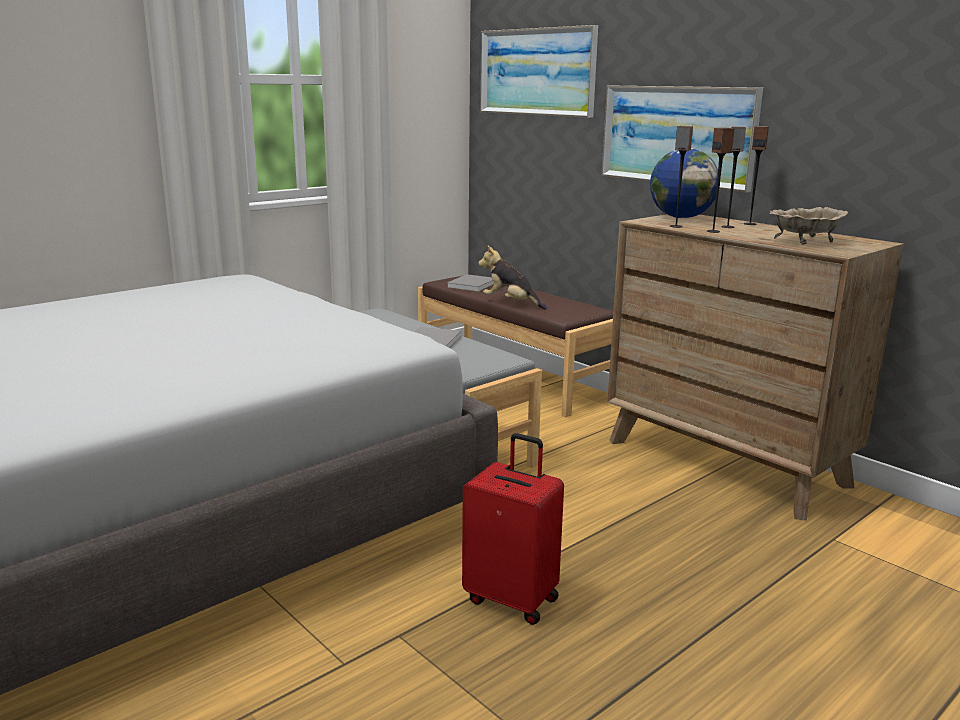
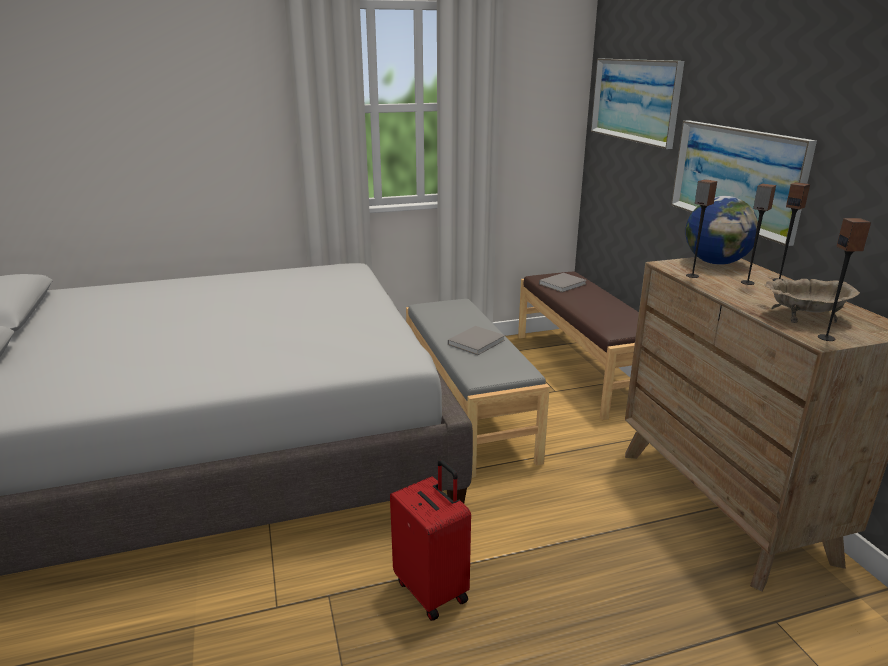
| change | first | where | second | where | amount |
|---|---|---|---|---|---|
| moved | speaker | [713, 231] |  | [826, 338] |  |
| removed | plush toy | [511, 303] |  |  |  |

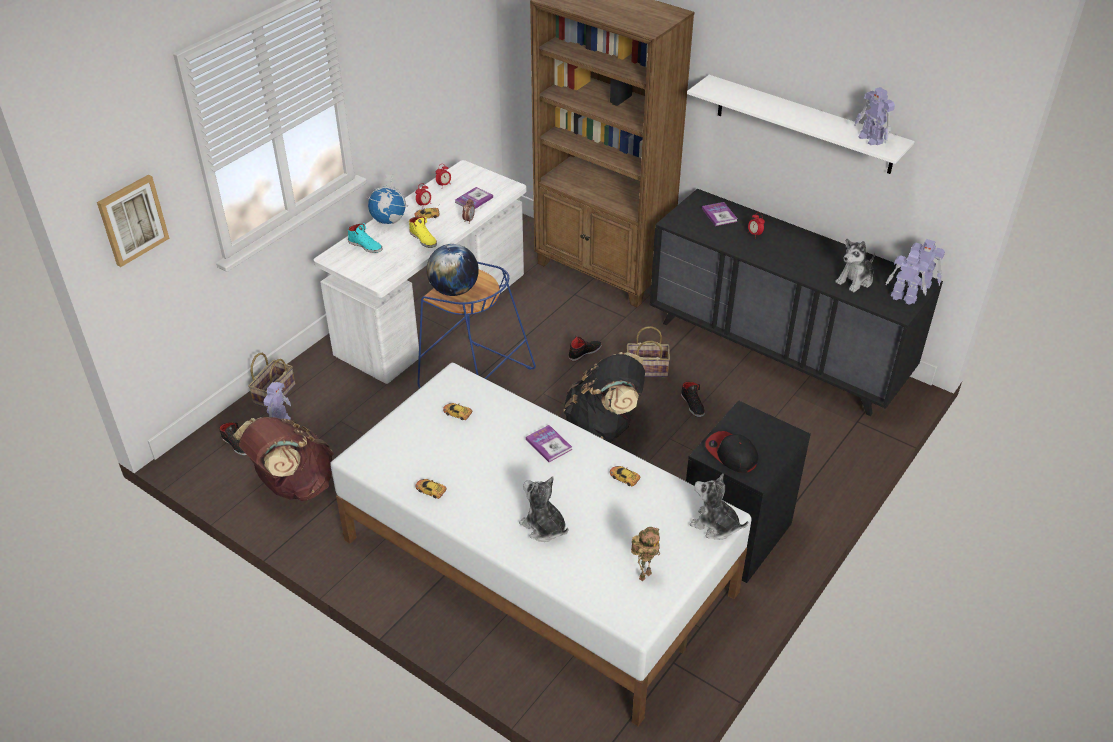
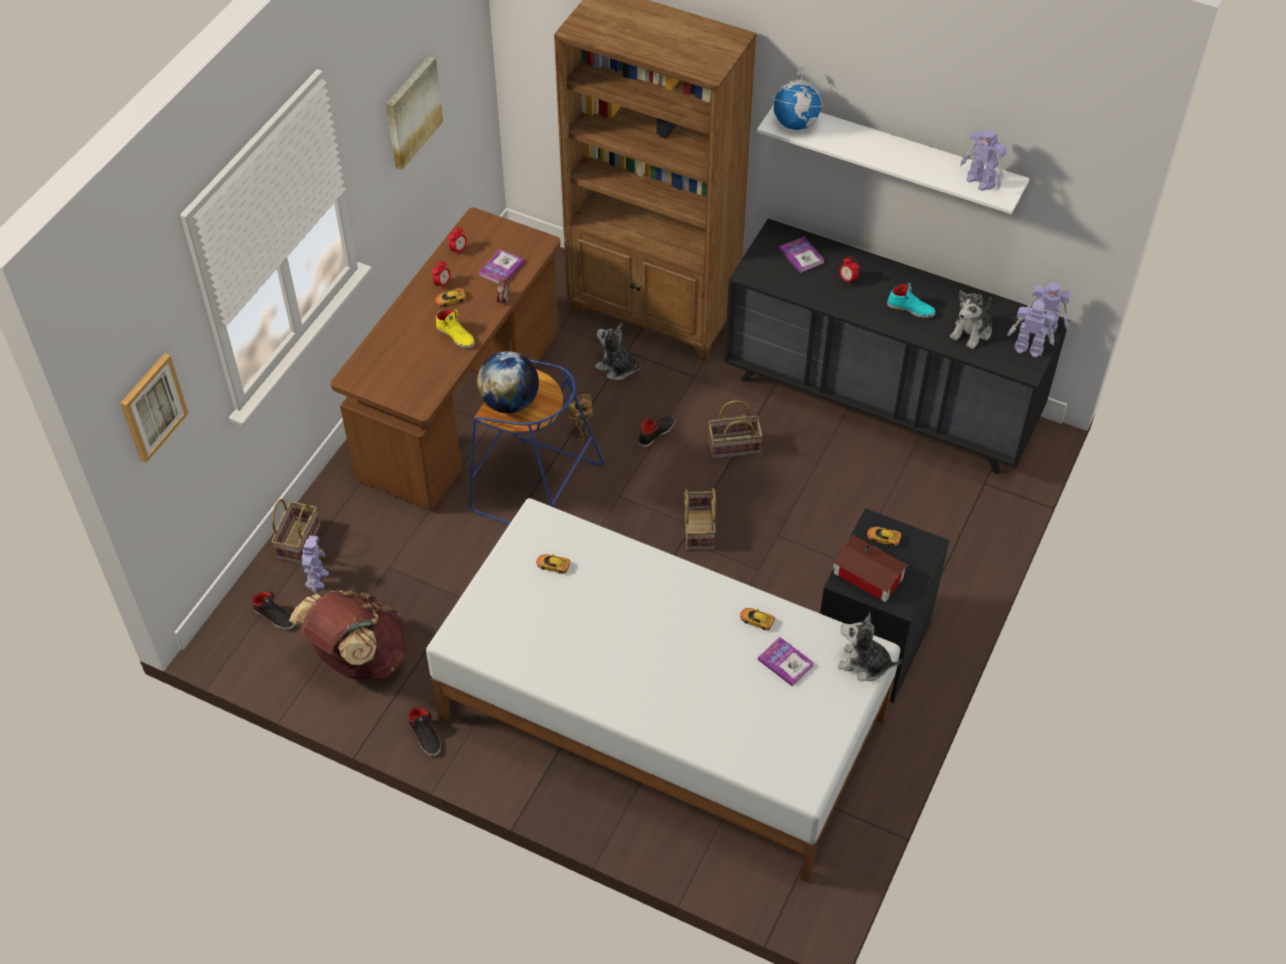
| change | first | where | second | where | amount |
|---|---|---|---|---|---|
| recoloured | white desk | [432, 316] | brown desk | [460, 405] |  |
| moved | globe | [389, 220] |  | [796, 123] |  |
| moved | turquoise shoe | [365, 245] |  | [911, 308] |  |
| replaced | black backpack | [604, 427] | basket | [700, 531] |  |
| moved | black shoe | [693, 405] |  | [425, 736] |  |
| moved | book | [549, 444] |  | [785, 662] |  |
| replaced | cap | [731, 454] | toy house | [869, 578] |  |
| moved | plush toy | [543, 527] |  | [617, 368] |  |
| moved | toy car | [431, 490] |  | [883, 538] |  |
| moved | toy robot | [644, 574] |  | [583, 435] |  |
| added |  |  | picture | [412, 111] |  |

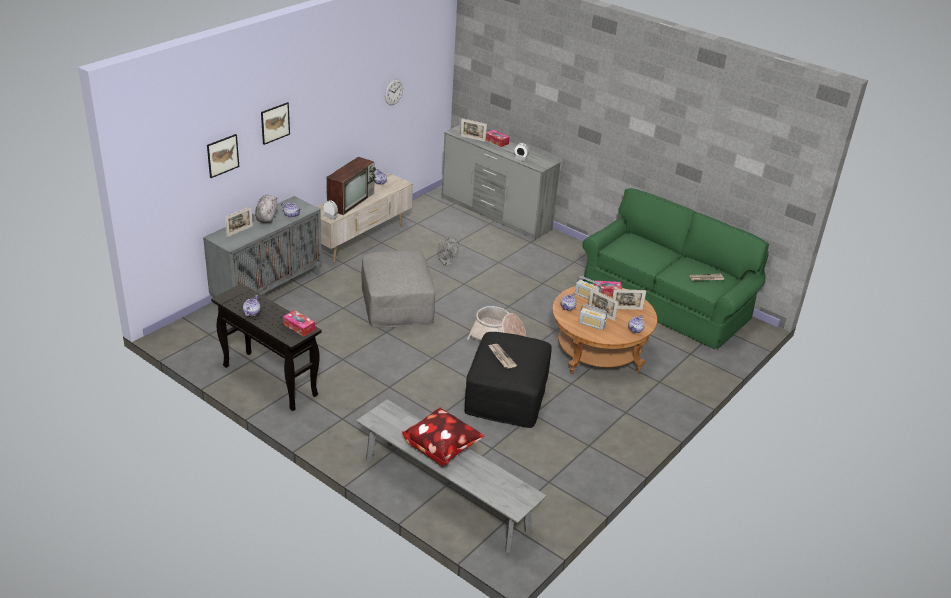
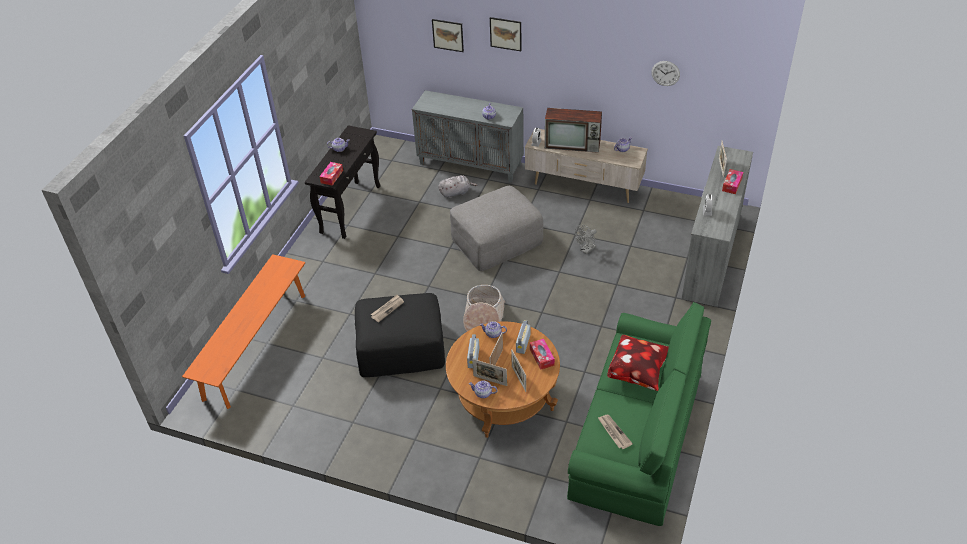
| change | first | where | second | where | amount |
|---|---|---|---|---|---|
| moved | grey plush toy | [267, 217] |  | [456, 193] |  |
| moved | picture frame | [240, 231] |  | [490, 381] |  |
| recoloured | grey bench | [445, 494] | orange bench | [255, 345] |  |
| moved | pillow | [441, 448] |  | [638, 373] |  |

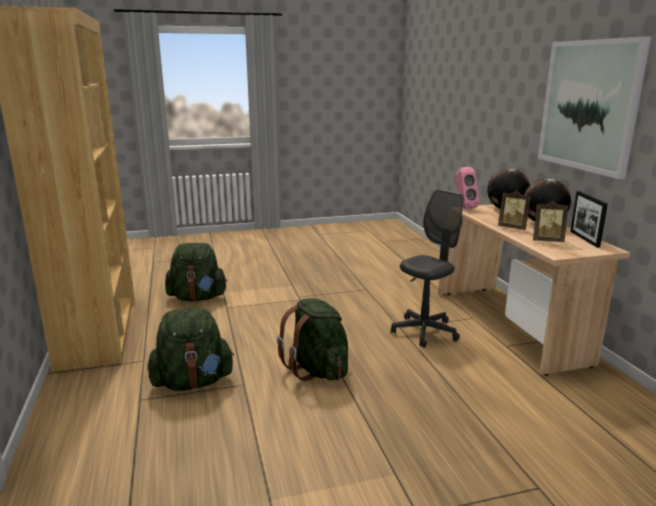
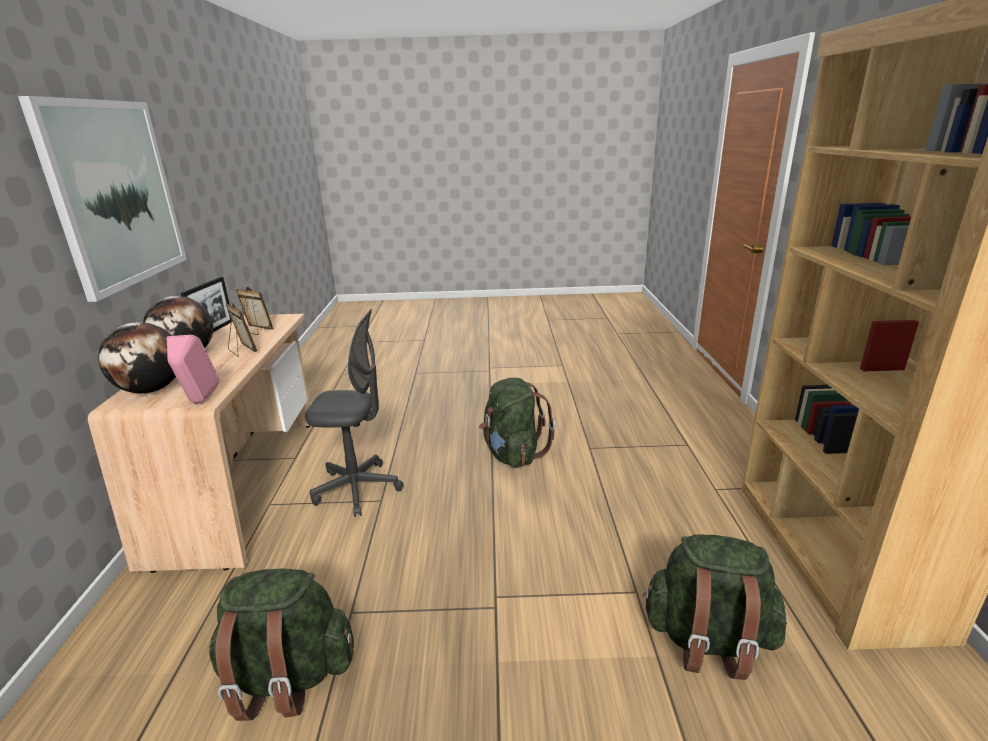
| change | first | where | second | where | amount |
|---|---|---|---|---|---|
| turned | grey office chair | [424, 331] |  | [357, 489] | 150 degrees counterclockwise |
| moved | green backpack | [193, 382] |  | [288, 676] |  |

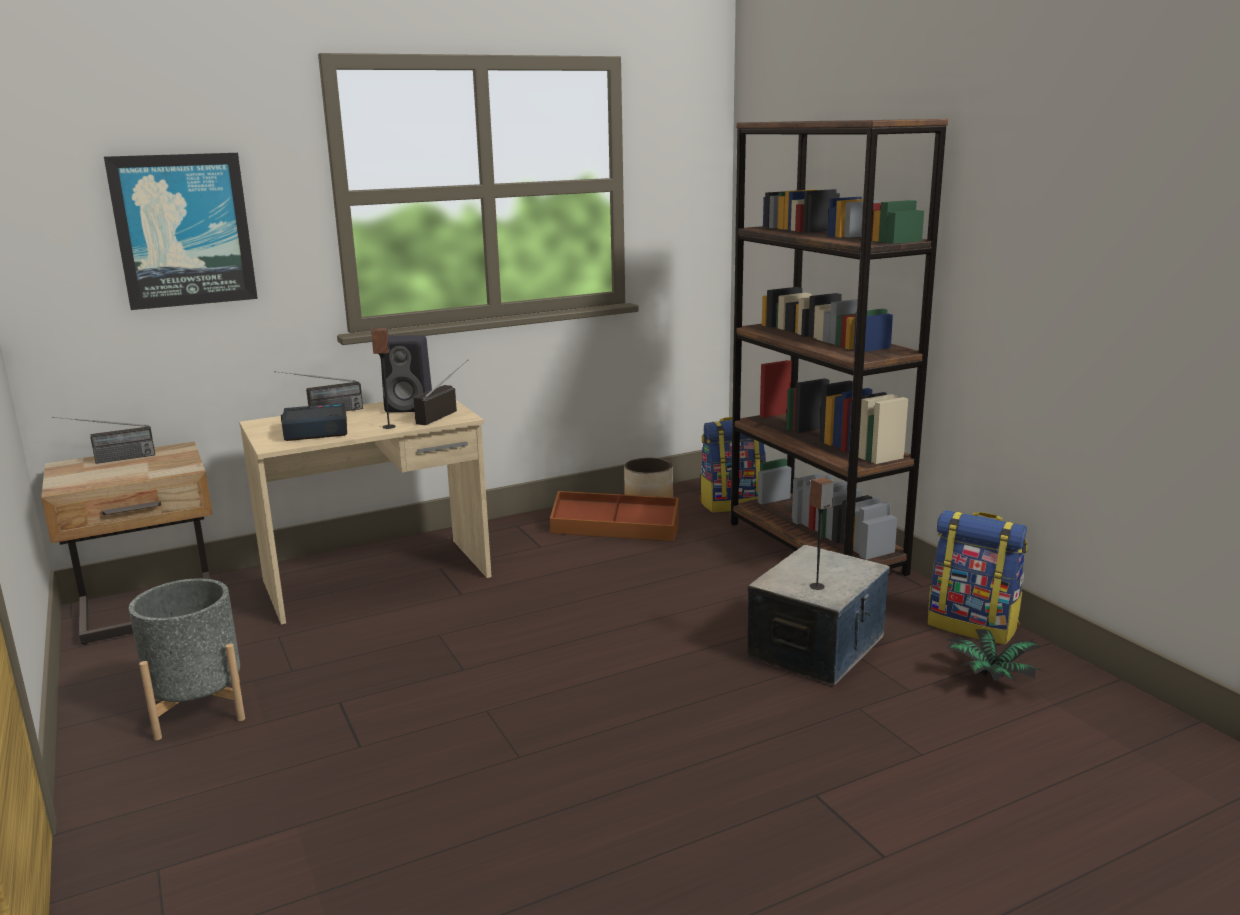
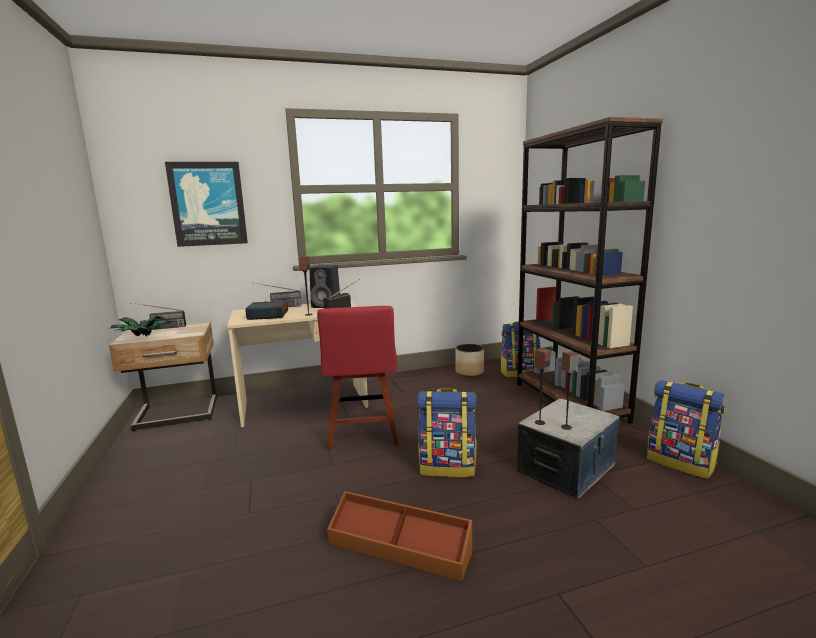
| change | first | where | second | where | amount |
|---|---|---|---|---|---|
| moved | brown storage box | [615, 530] |  | [399, 547] |  |
| removed | grey planter | [198, 709] |  |  |  |
| moved | potted plant | [990, 678] |  | [142, 337] |  |
| added |  |  | red chair | [363, 434] |  |
| added |  |  | speaker | [539, 422] |  |
| added |  |  | backpack | [448, 467] |  |

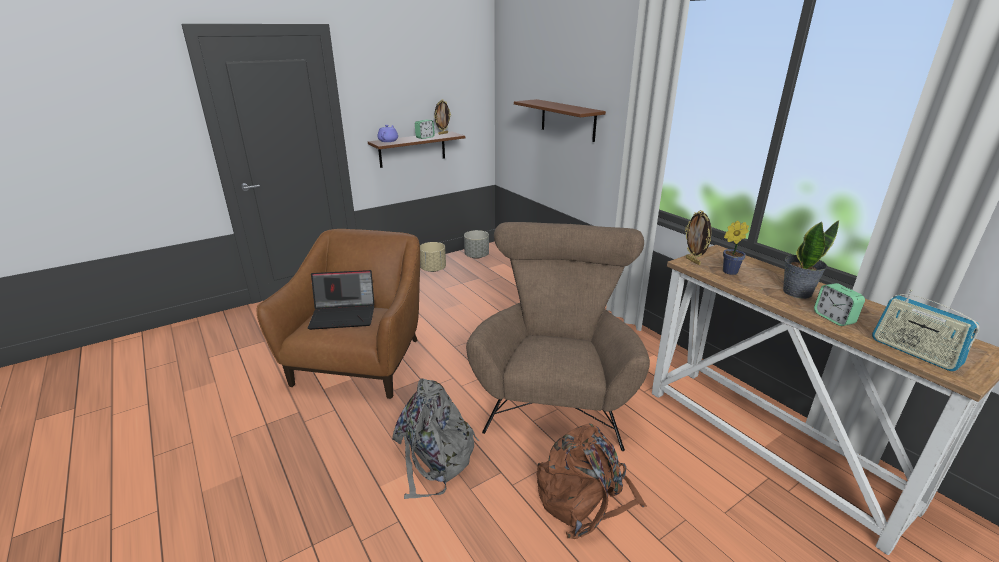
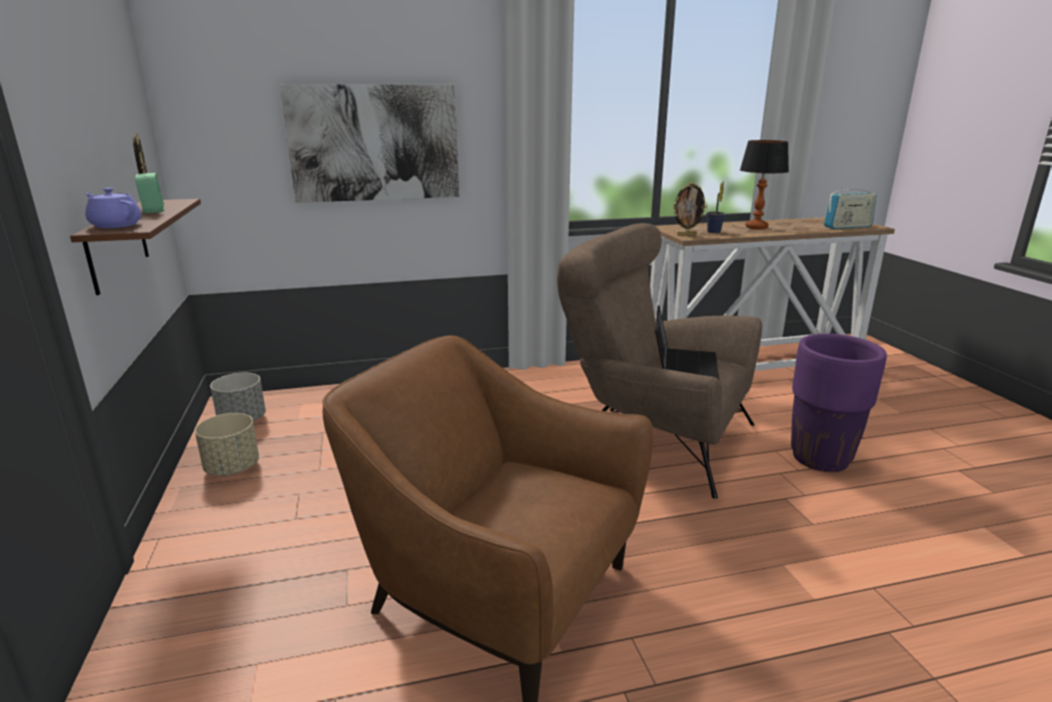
| change | first | where | second | where | amount |
|---|---|---|---|---|---|
| replaced | brown shelf | [568, 120] | picture | [374, 143] |  |
| replaced | potted plant | [796, 292] | table lamp | [756, 227] |  |
| moved | laptop | [344, 315] |  | [683, 366] |  |
| removed | alarm clock | [833, 318] |  |  |  |
| removed | grey backpack | [434, 458] |  |  |  |
| replaced | brown backpack | [585, 498] | purple planter | [820, 458] |  |

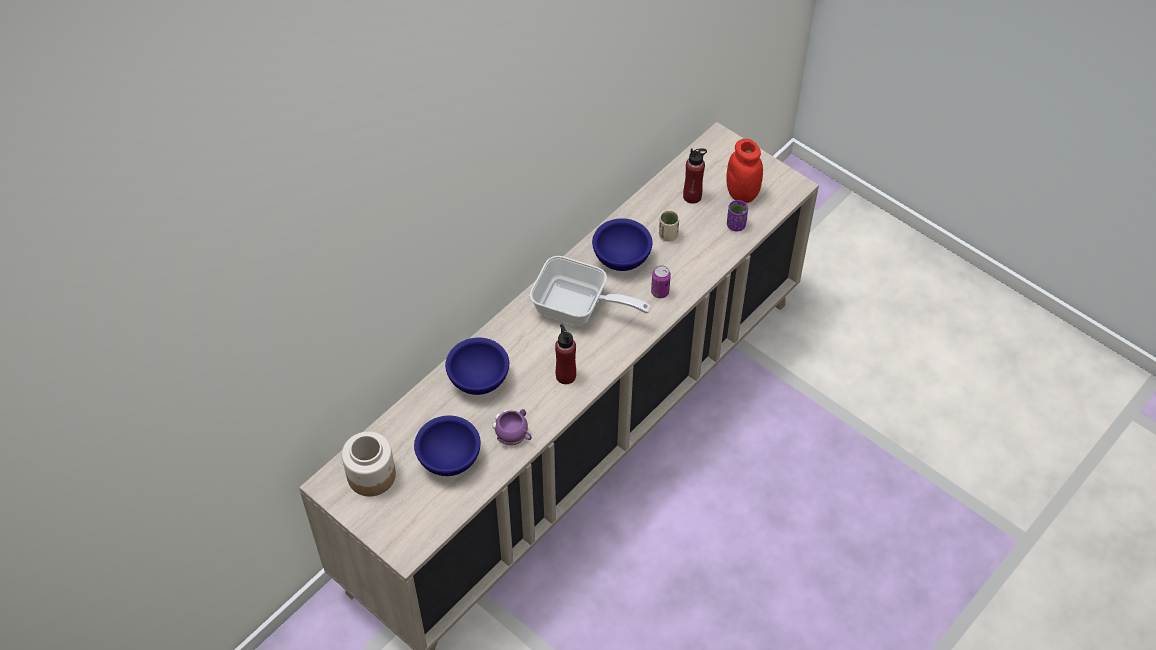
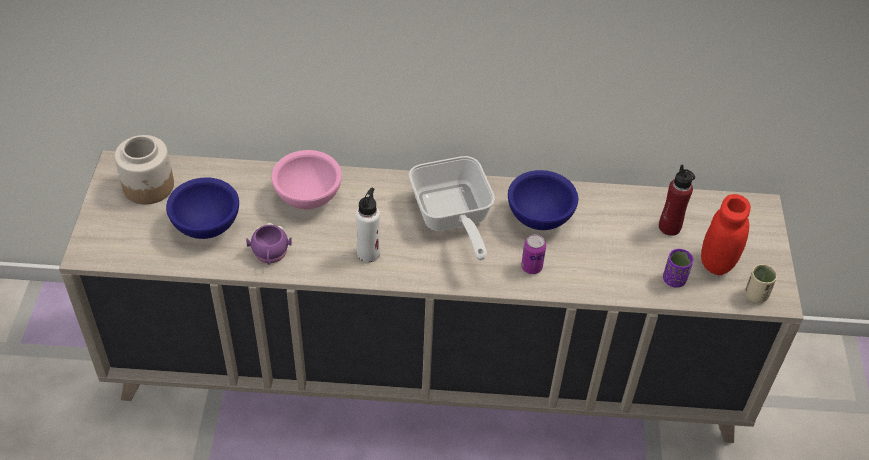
| change | first | where | second | where | amount |
|---|---|---|---|---|---|
| moved | beige cup | [668, 235] |  | [756, 295] |  |
| recoloured | red bottle | [565, 375] | white bottle | [368, 253] |  |
| recoloured | blue bowl | [478, 381] | pink bowl | [307, 197] |  |

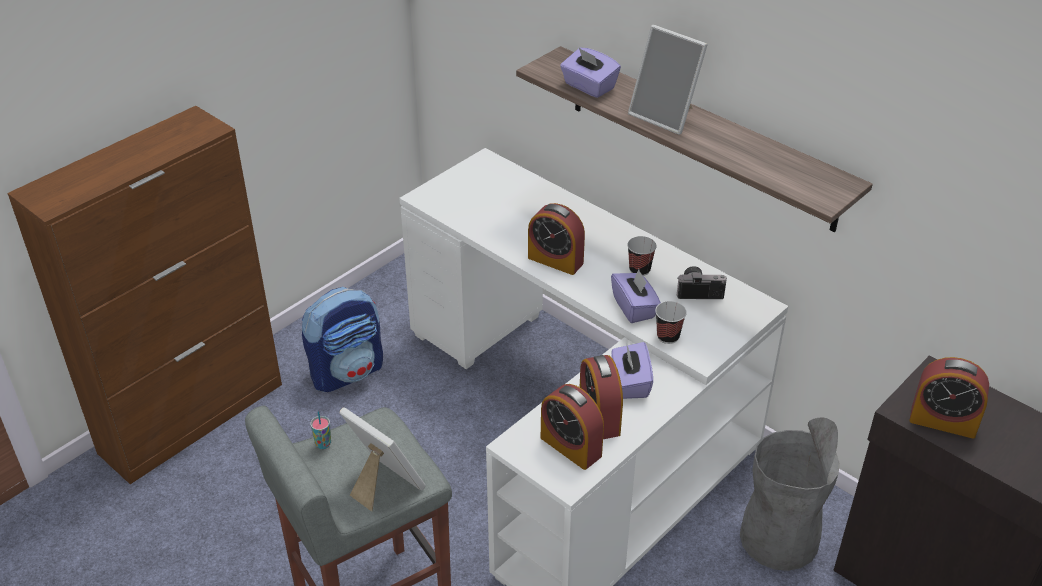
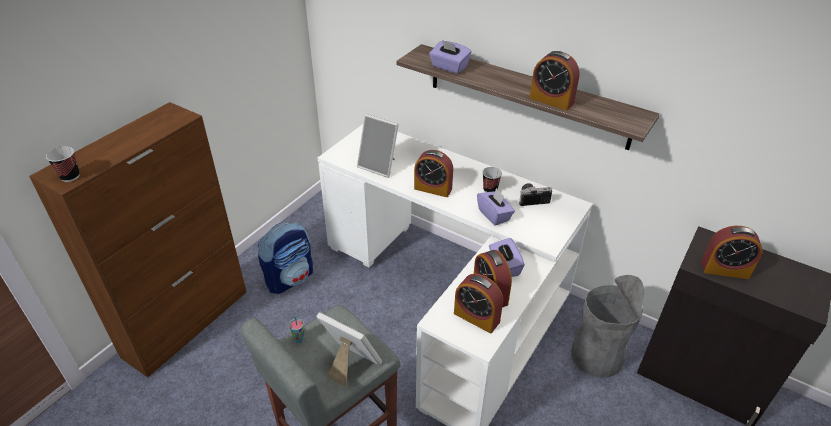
| change | first | where | second | where | amount |
|---|---|---|---|---|---|
| moved | picture frame | [666, 116] |  | [379, 166] |  |
| moved | cup | [668, 336] |  | [70, 176] |  |
| added |  |  | alarm clock | [551, 100] |  |

